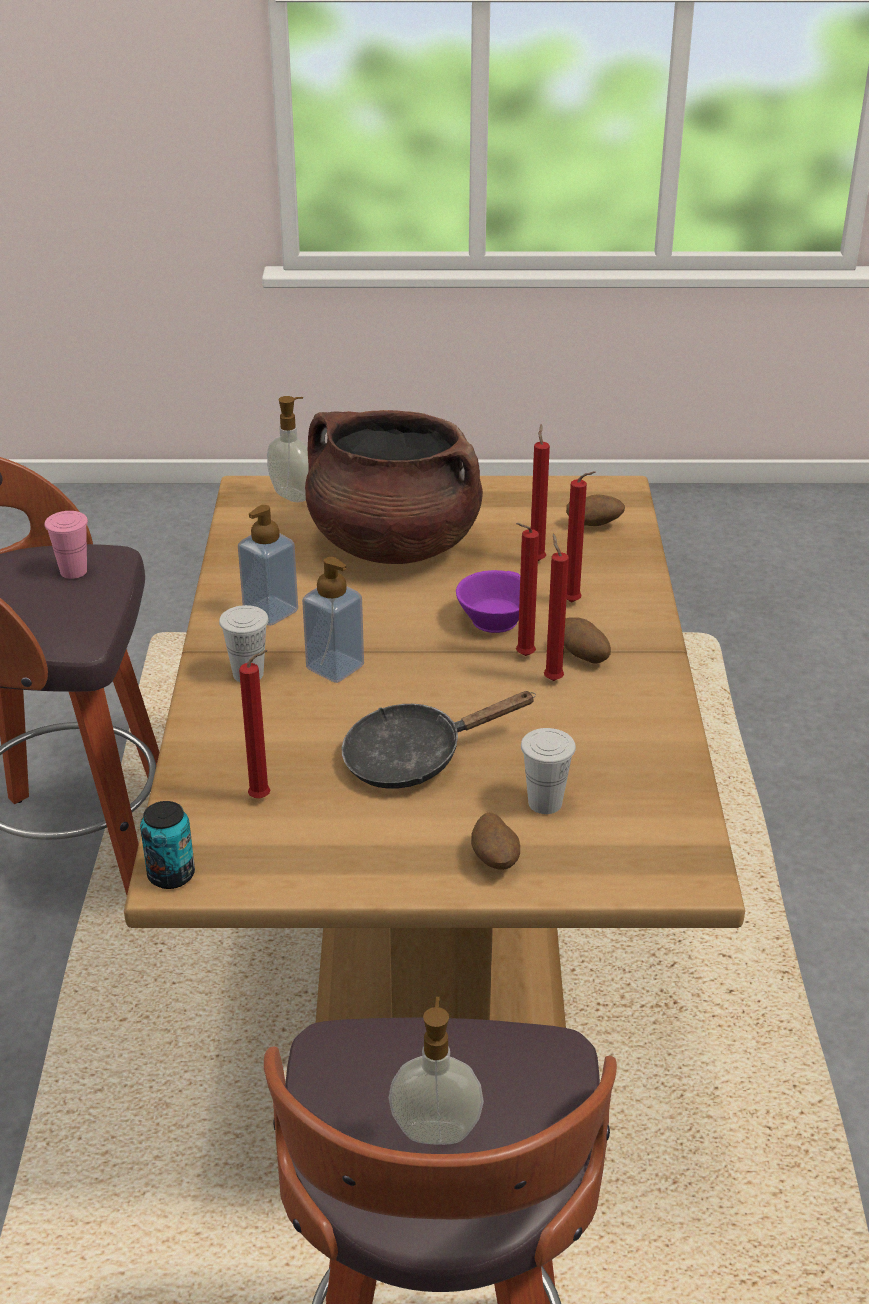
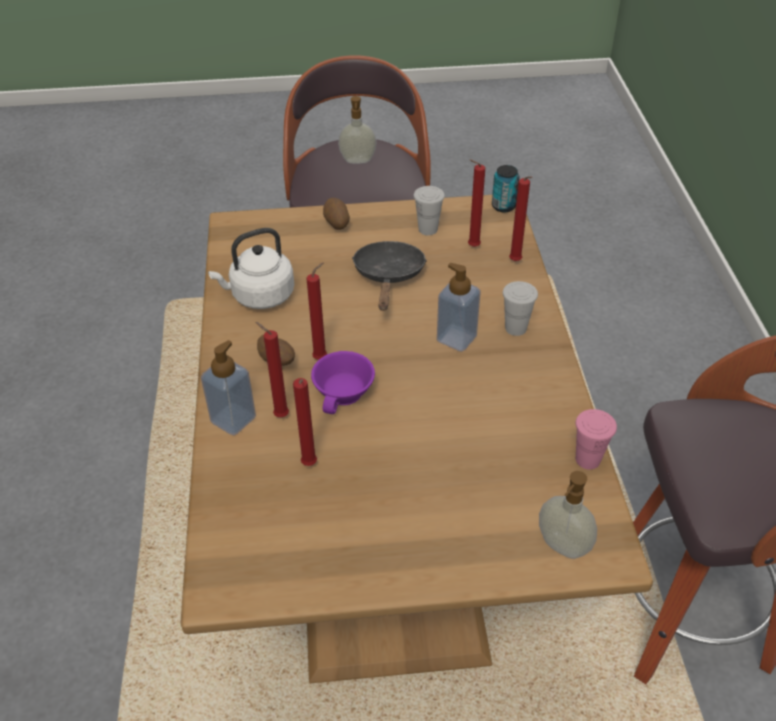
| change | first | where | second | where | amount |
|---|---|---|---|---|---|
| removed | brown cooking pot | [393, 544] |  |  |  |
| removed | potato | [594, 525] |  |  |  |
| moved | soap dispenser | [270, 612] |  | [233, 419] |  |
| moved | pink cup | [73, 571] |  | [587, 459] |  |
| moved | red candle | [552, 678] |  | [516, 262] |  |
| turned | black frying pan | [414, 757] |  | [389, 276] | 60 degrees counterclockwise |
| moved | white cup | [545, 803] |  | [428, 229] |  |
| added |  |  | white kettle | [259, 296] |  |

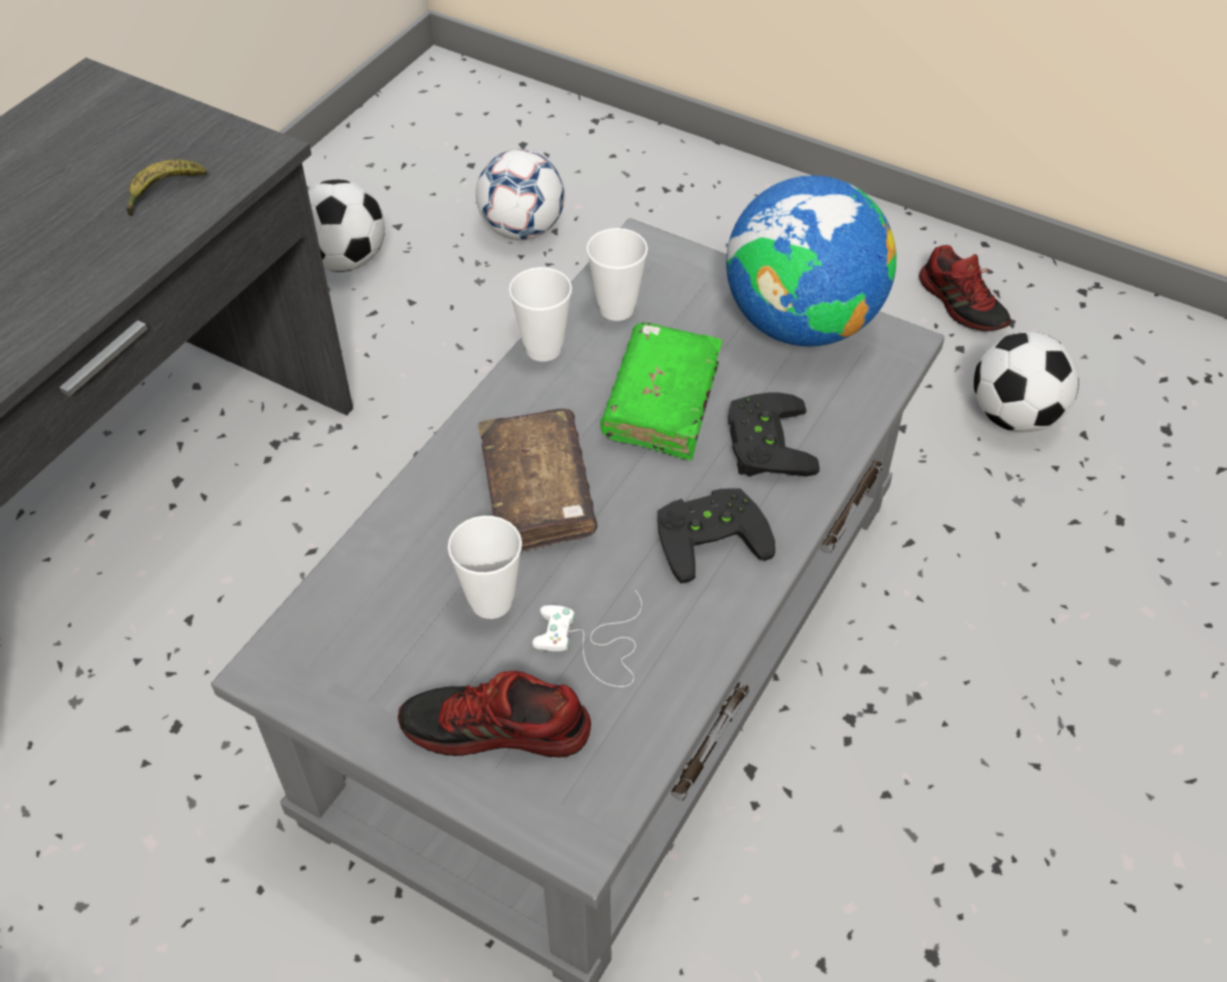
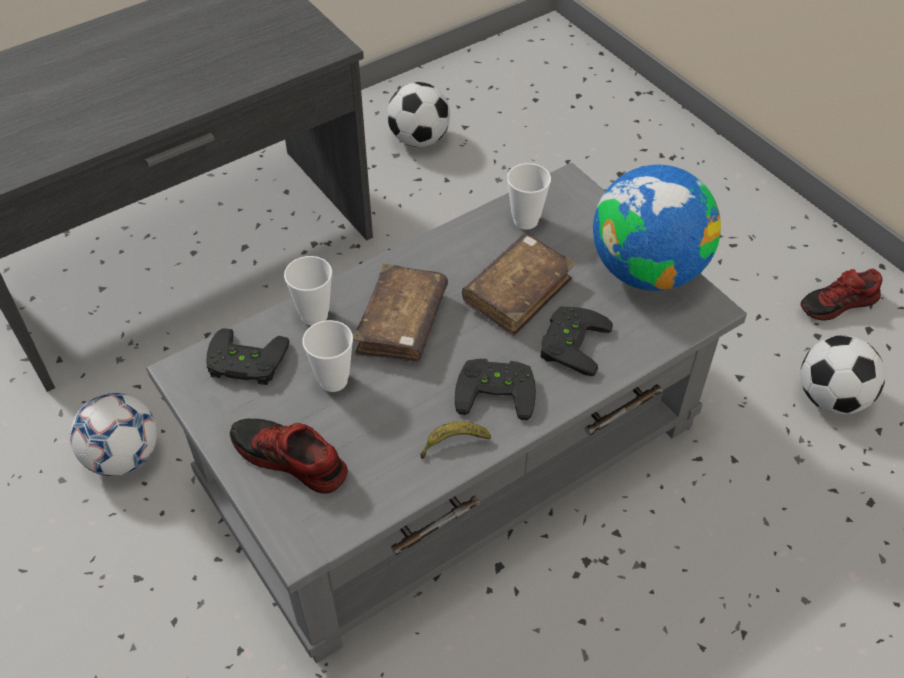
| change | first | where | second | where | amount |
|---|---|---|---|---|---|
| moved | football | [522, 229] |  | [124, 457] |  |
| moved | banana | [163, 192] |  | [453, 443] |  |
| turned | shoe | [962, 304] |  | [838, 304] | 75 degrees clockwise |
| moved | cup | [543, 349] |  | [314, 315] |  |
| recoloured | green book | [662, 403] | brown book | [518, 292] |  |
| removed | white game controller | [594, 644] |  |  |  |
| added |  |  | black game controller | [245, 364] |  |

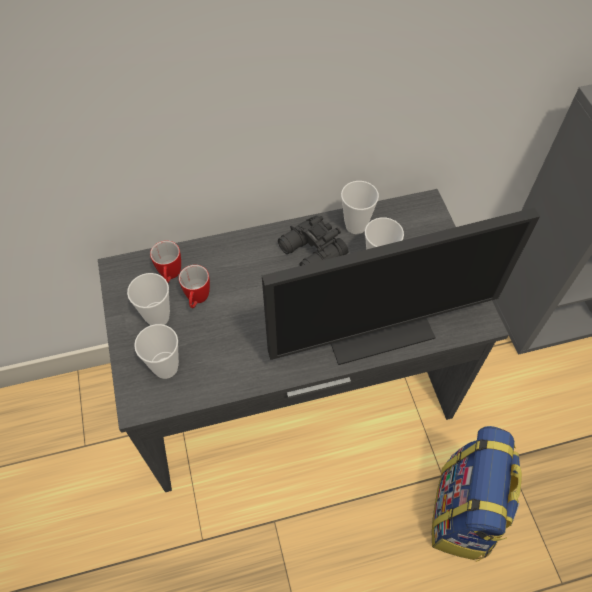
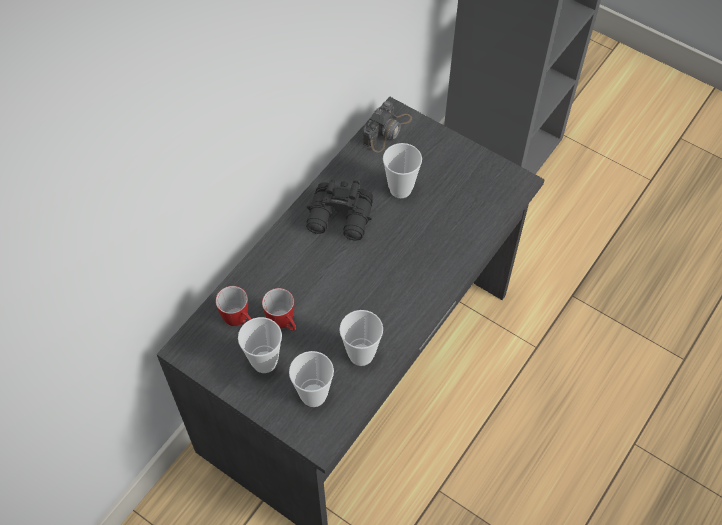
| change | first | where | second | where | amount |
|---|---|---|---|---|---|
| moved | cup | [356, 226] |  | [361, 354] |  |
| removed | monitor | [377, 324] |  |  |  |
| removed | backpack | [463, 513] |  |  |  |
| added |  |  | photo camera | [387, 130] |  |

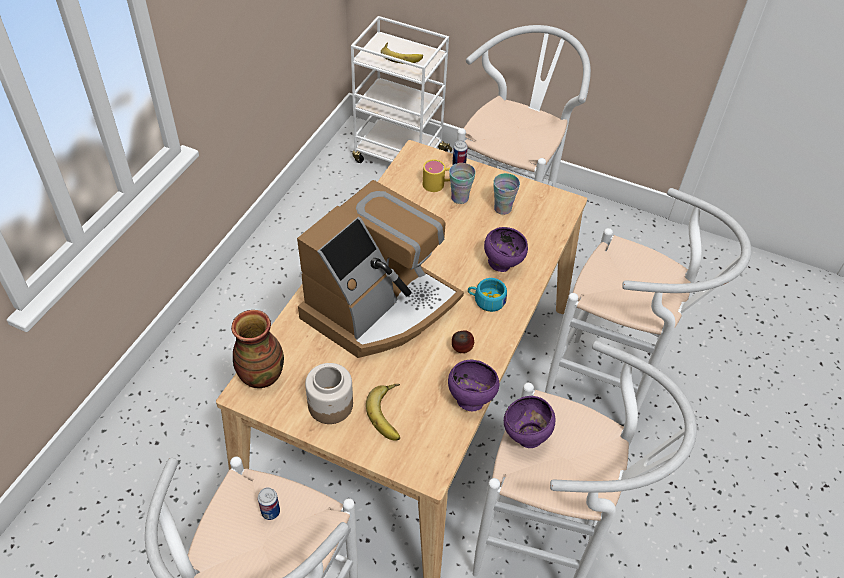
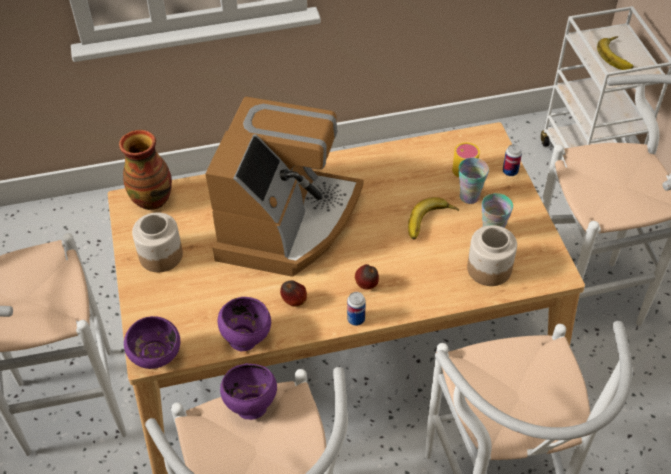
| change | first | where | second | where | amount |
|---|---|---|---|---|---|
| turned | coffee machine | [379, 307] |  | [287, 223] | 75 degrees counterclockwise |
| moved | purple bowl | [502, 264] |  | [158, 359] |  |
| replaced | turquoise cup | [486, 300] | apple | [367, 286] |  |
| moved | banana | [390, 414] |  | [431, 223] |  |
| moved | can | [270, 512] |  | [356, 319] |  |
| added |  |  | jar | [488, 269] |  |

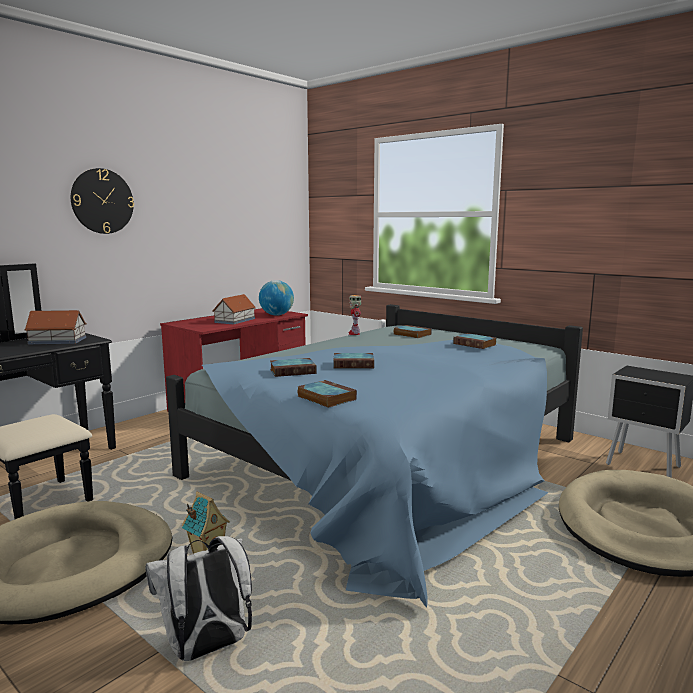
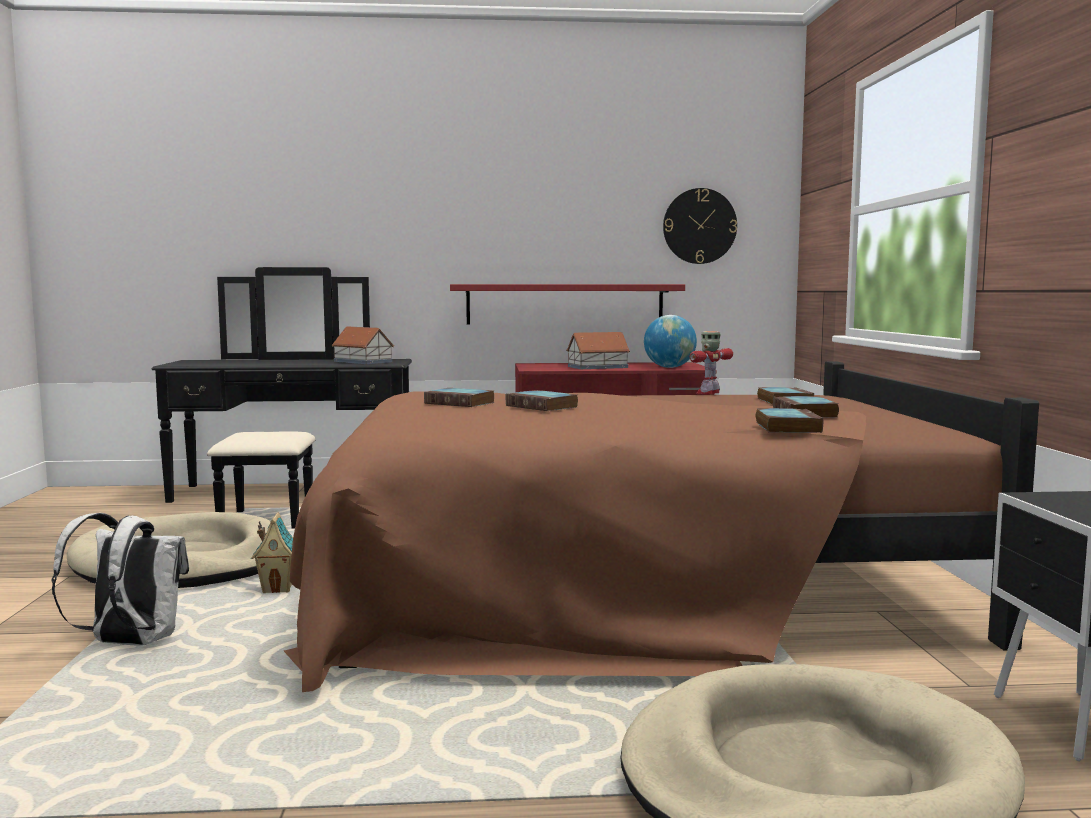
| change | first | where | second | where | amount |
|---|---|---|---|---|---|
| moved | wall clock | [102, 201] |  | [699, 226] |  |
| recoloured | blue bed | [391, 463] | brown bed | [631, 585] |  |
| moved | book | [325, 398] |  | [786, 427] |  |
| added |  |  | red shelf | [565, 304] |  |

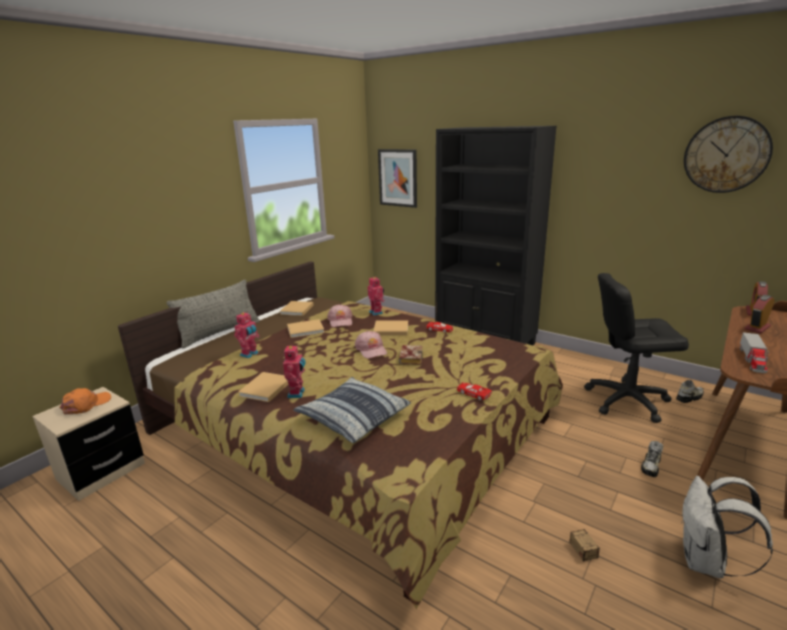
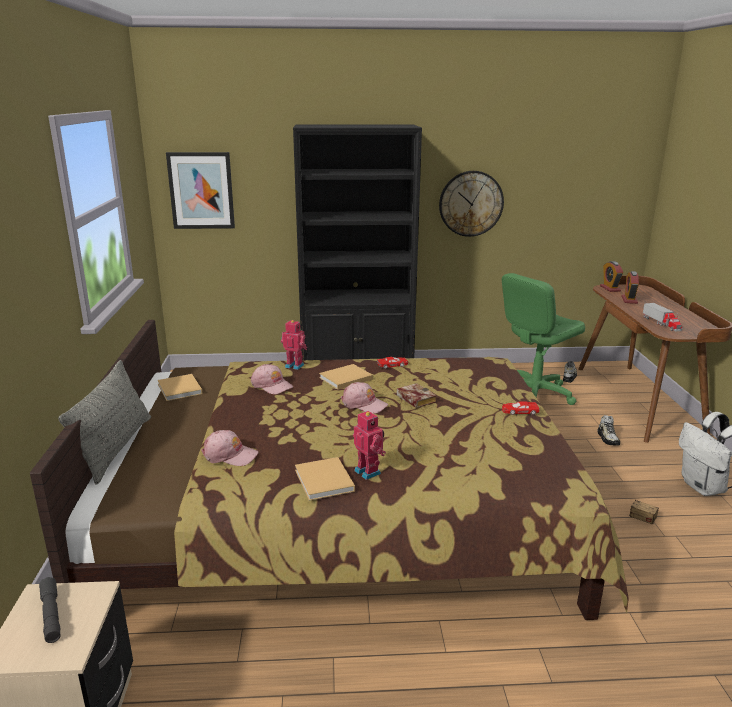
| change | first | where | second | where | amount |
|---|---|---|---|---|---|
| moved | wall clock | [726, 155] |  | [471, 203] |  |
| recoloured | black office chair | [626, 400] | green office chair | [534, 394] |  |
| replaced | toy robot | [250, 354] | pink cap | [229, 455] |  |
| removed | beige book | [307, 330] |  |  |  |
| removed | pillow | [353, 417] |  |  |  |
| replaced | orange cap | [86, 404] | grey flashlight | [51, 615] |  |

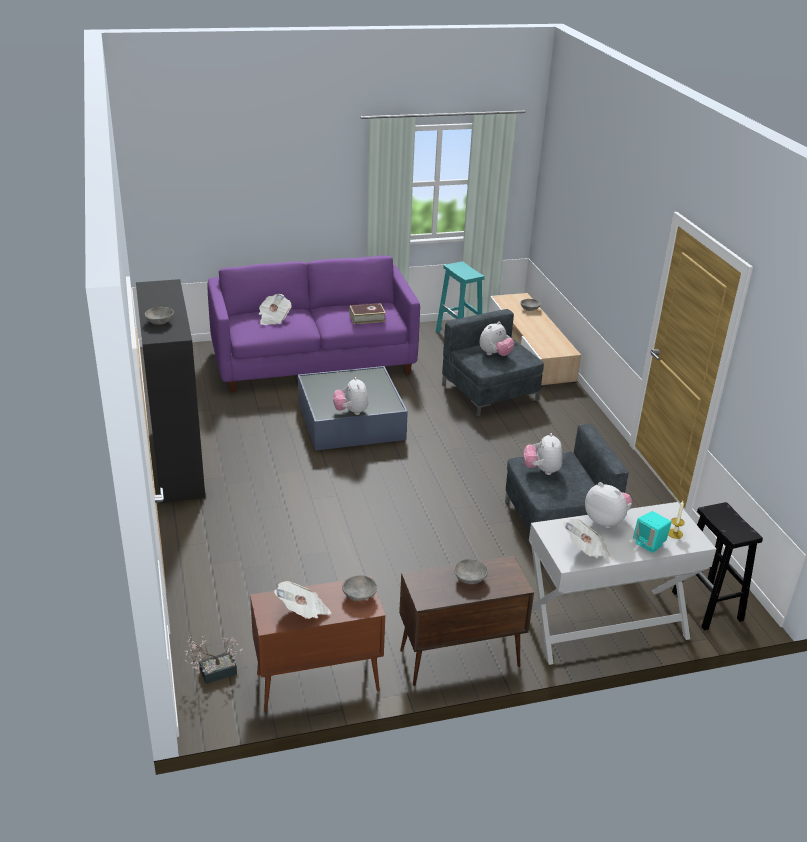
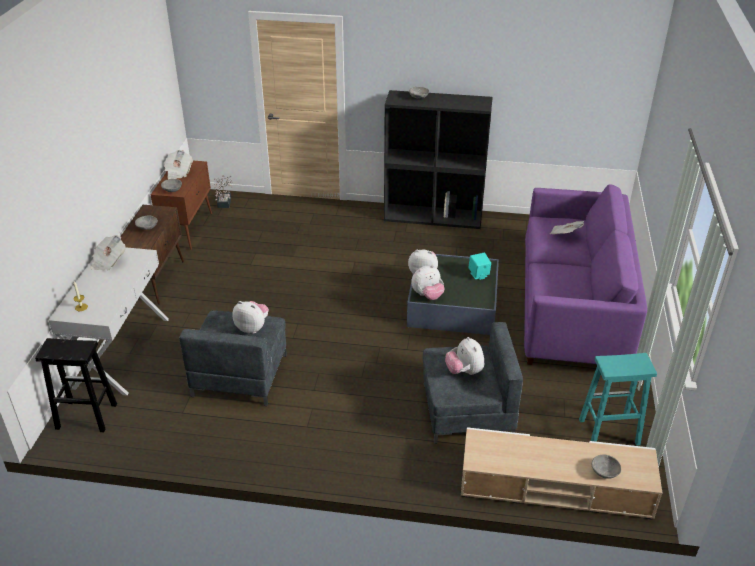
| change | first | where | second | where | amount |
|---|---|---|---|---|---|
| removed | book | [367, 318] |  |  |  |
| moved | plush toy | [606, 521] |  | [427, 295] |  |
| moved | turquoise speaker | [649, 544] |  | [478, 275] |  |

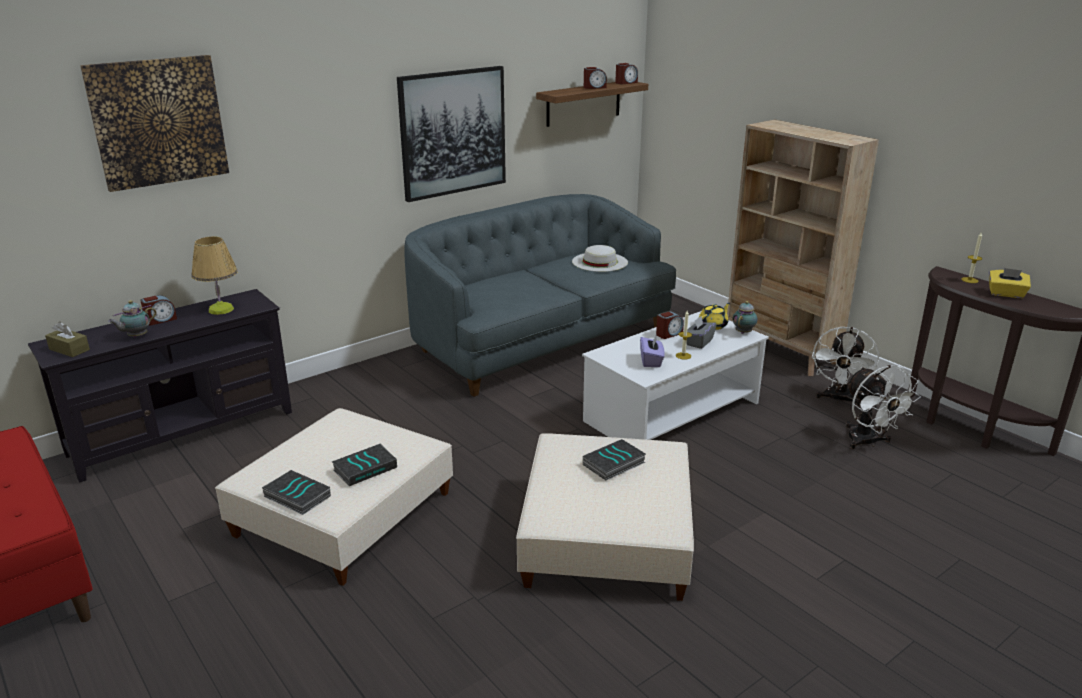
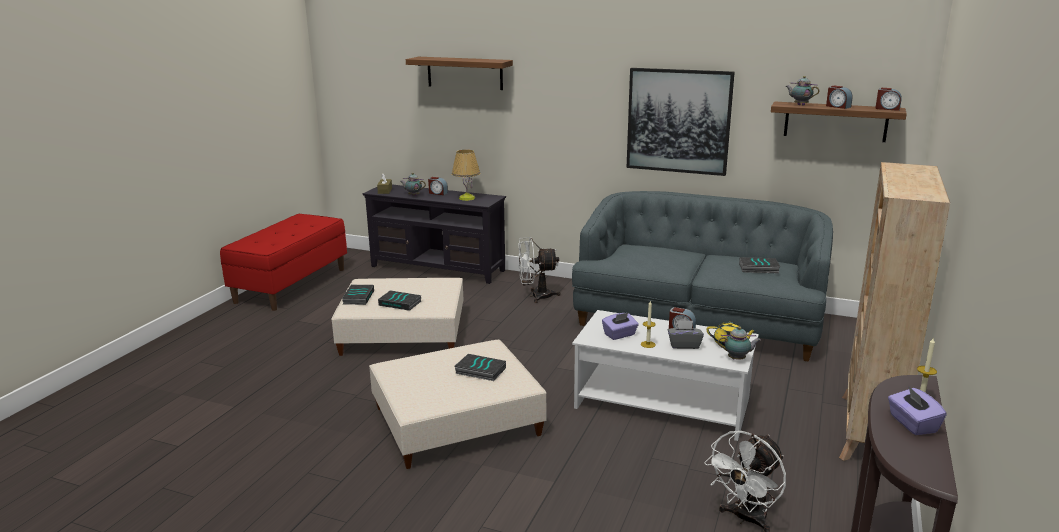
| change | first | where | second | where | amount |
|---|---|---|---|---|---|
| replaced | picture | [158, 122] | shelf | [464, 73] |  |
| replaced | white hat | [599, 262] | book | [758, 268] |  |
| recoloured | yellow tissue box | [1006, 294] | purple tissue box | [912, 424] |  |
| moved | white fan | [838, 399] |  | [536, 296] |  |
| added |  |  | teapot | [800, 105] |  |

